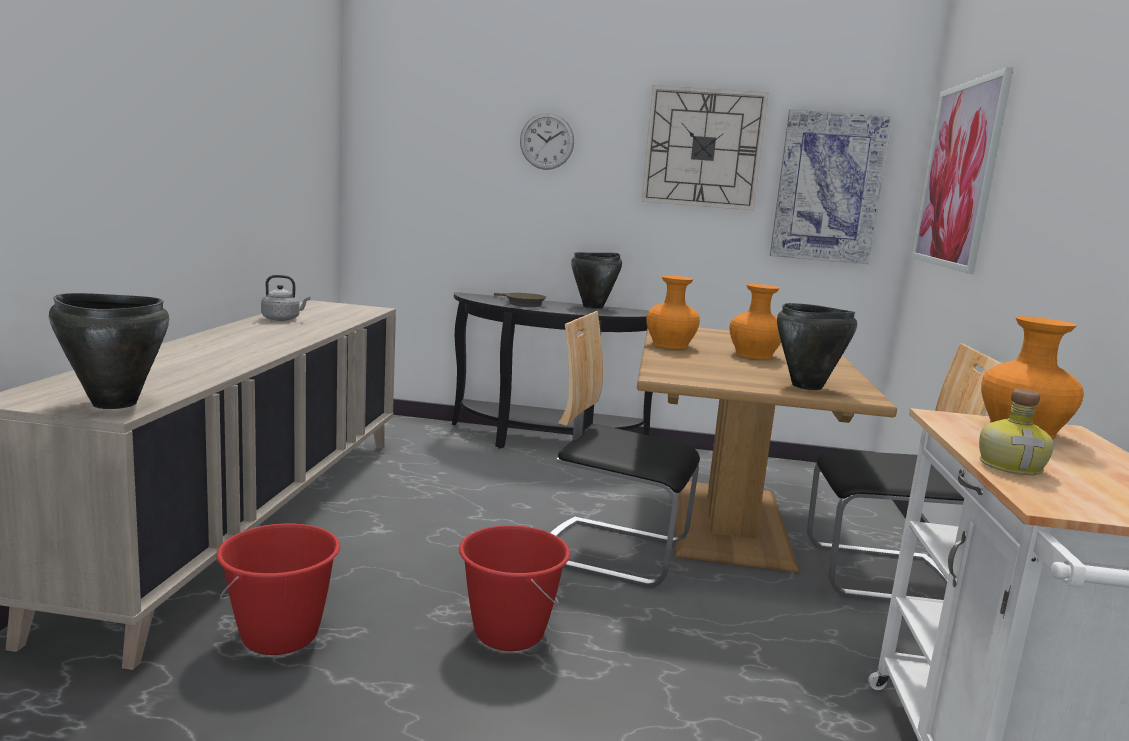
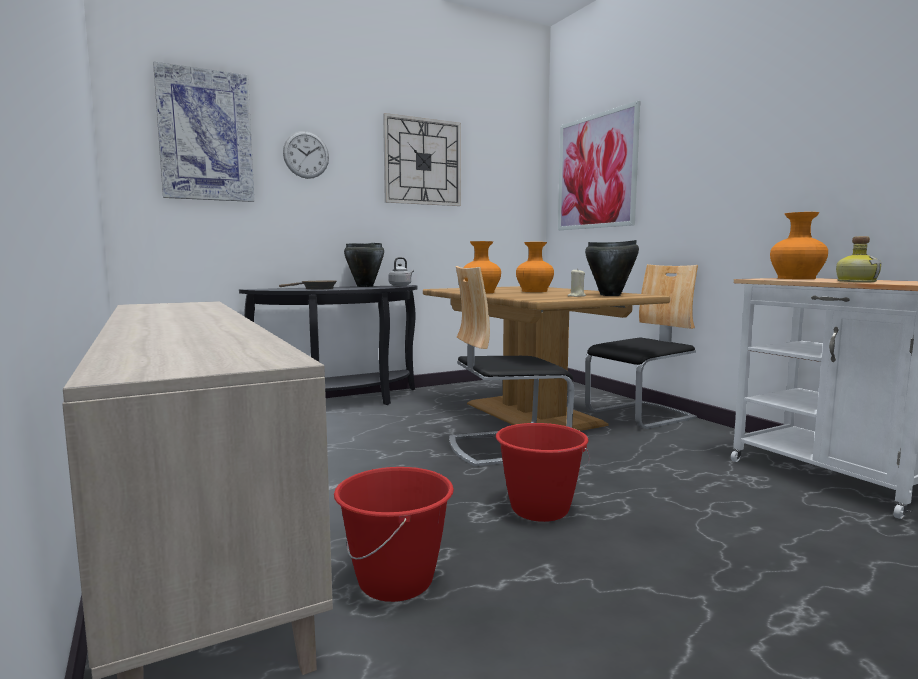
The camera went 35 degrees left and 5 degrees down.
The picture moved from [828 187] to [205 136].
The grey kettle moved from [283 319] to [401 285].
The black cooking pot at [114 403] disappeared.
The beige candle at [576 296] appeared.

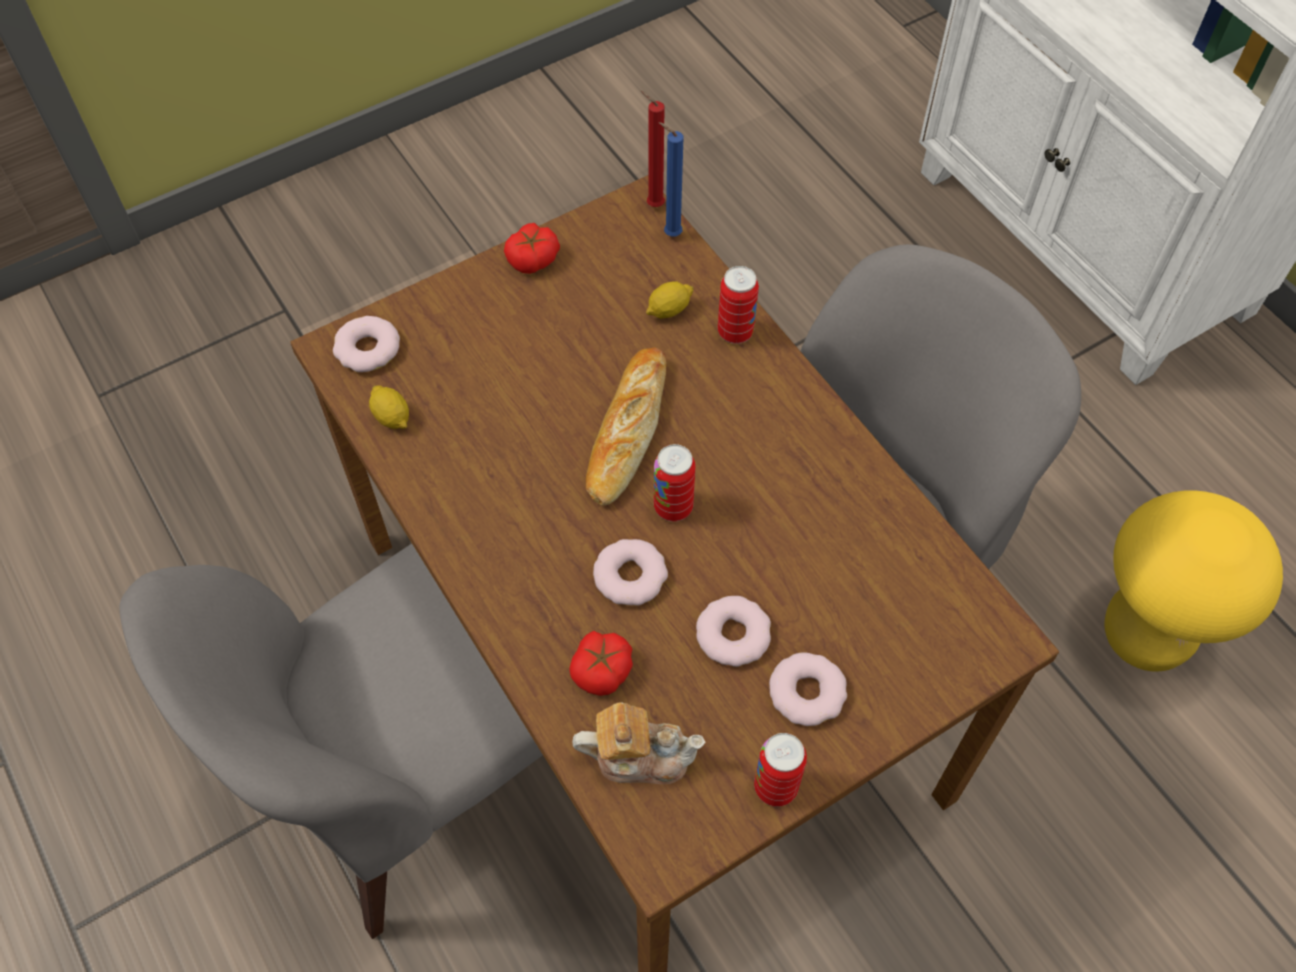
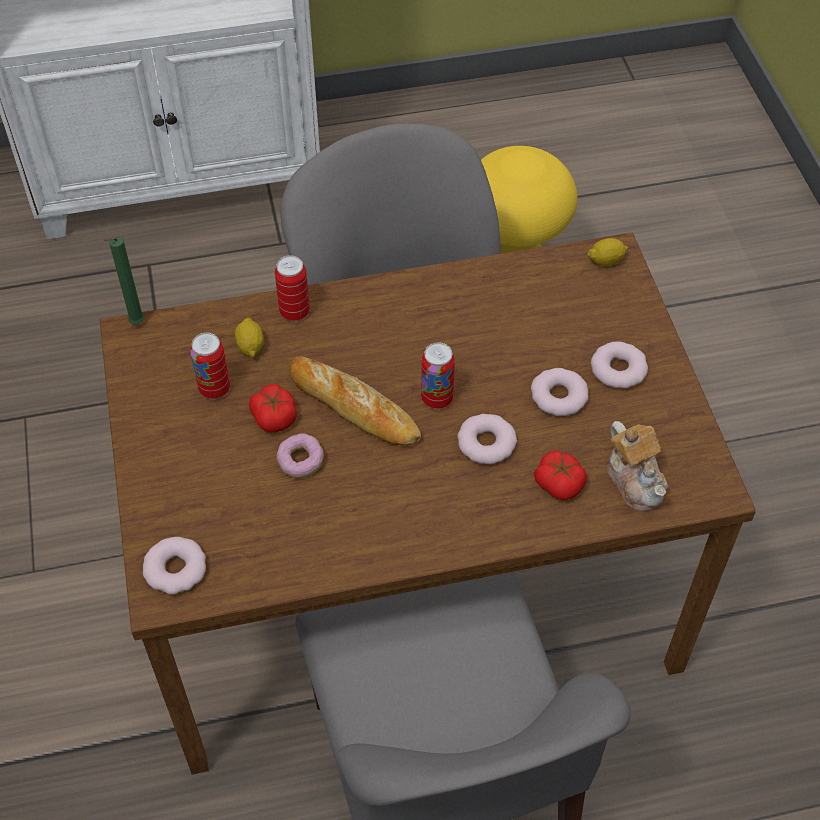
The camera went 70 degrees left and 5 degrees down.
The red candle at [652 205] became the green candle at [135 324].
The blue candle at [670 234] disappeared.
The tomato moved from [533 259] to [274 416].
The lemon moved from [392 417] to [606 261].
The teapot at [639 755] turned 135 degrees clockwise.
The can moved from [775 787] to [214 389].
The donut at [300 462] appeared.

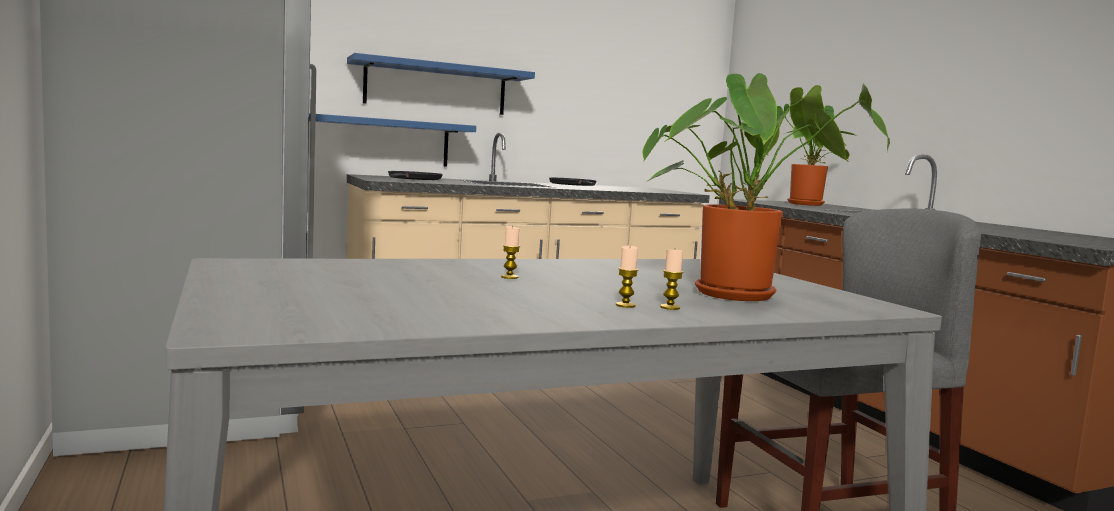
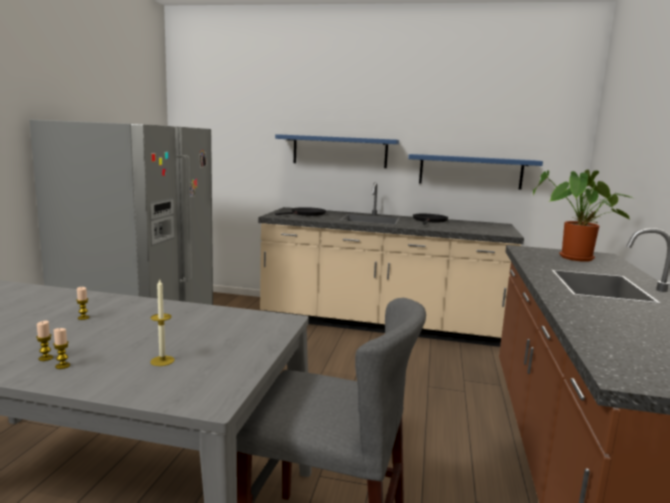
The camera went 35 degrees right and 5 degrees up.
The potted plant at [740 294] was replaced by the candle at [162 361].
The blue shelf moved from [376 141] to [470 171].

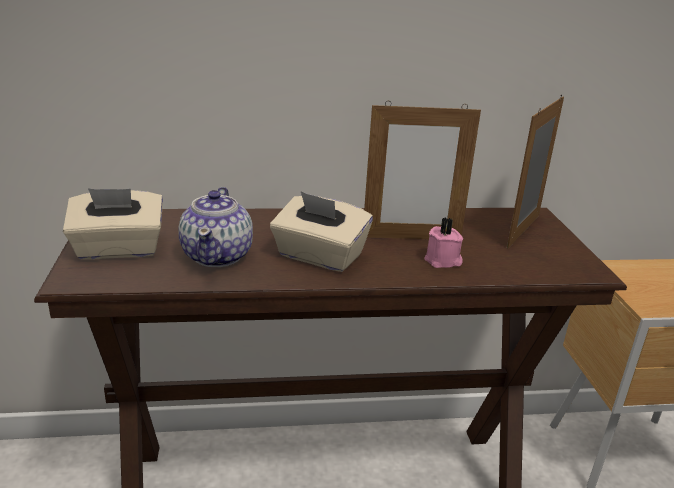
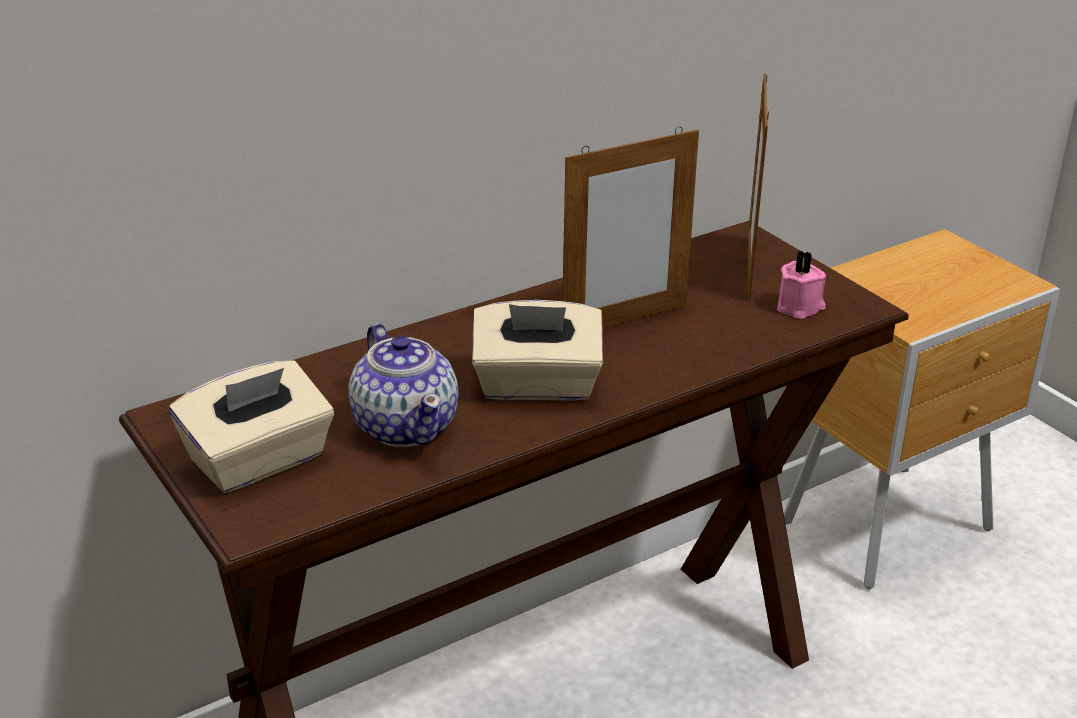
The camera went 25 degrees left and 5 degrees up.
The pink candle moved from [443 261] to [801 307].

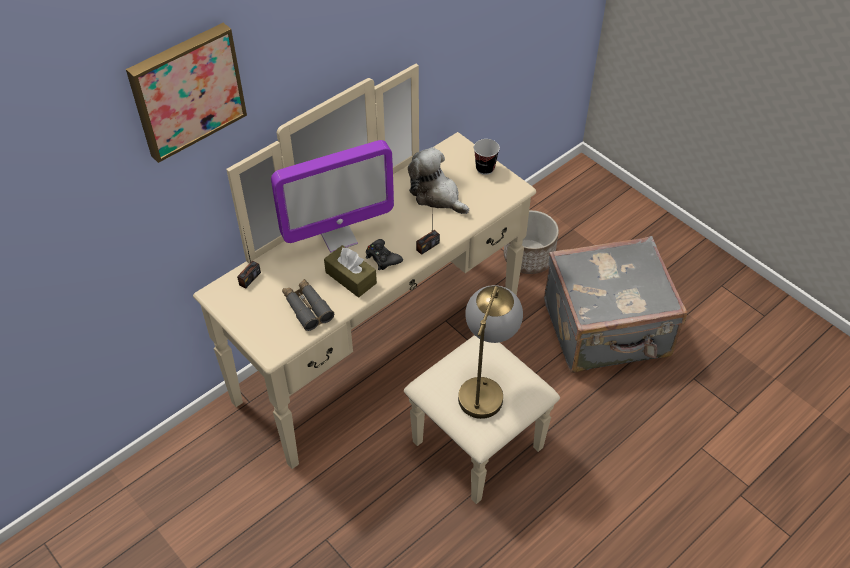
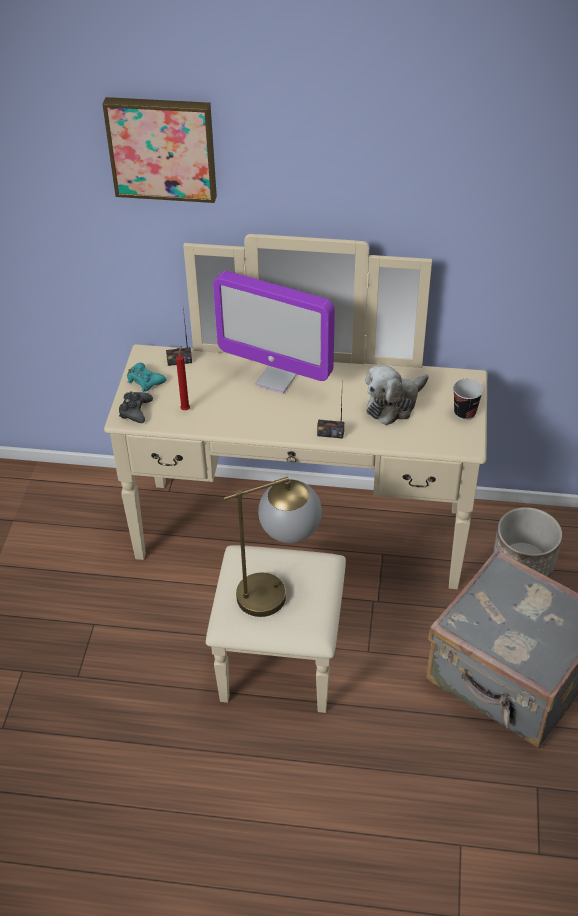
The camera went 50 degrees right and 5 degrees down.
The plush toy at [437 195] turned 135 degrees counterclockwise.
The black game controller moved from [382 258] to [135 411].
The brown tissue box at [351 277] disappeared.
The grey binoculars at [307 308] was replaced by the red candle at [186 409].
The turquoise game controller at [145 381] appeared.

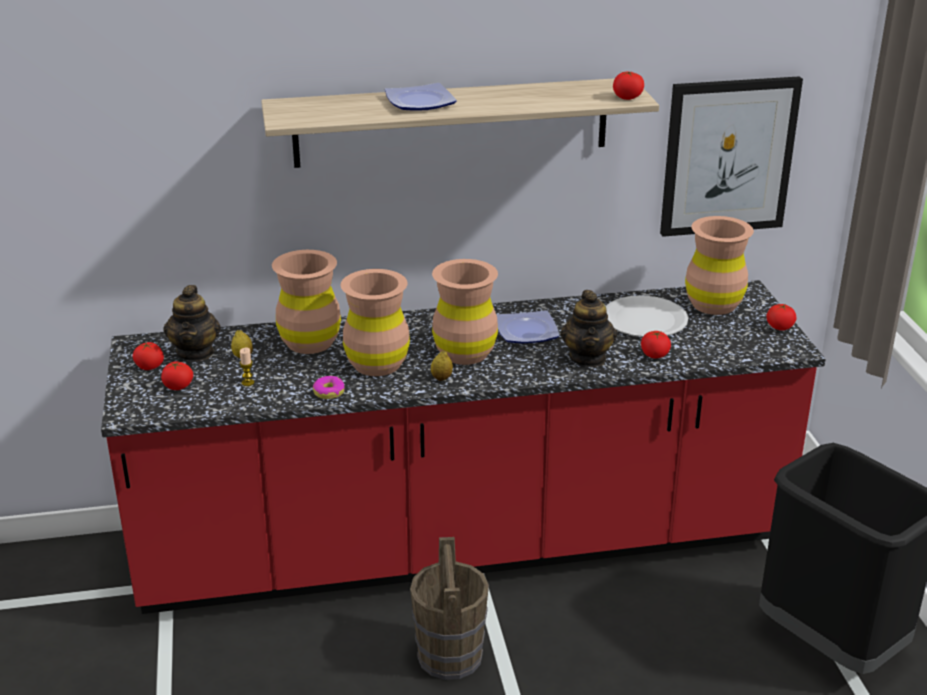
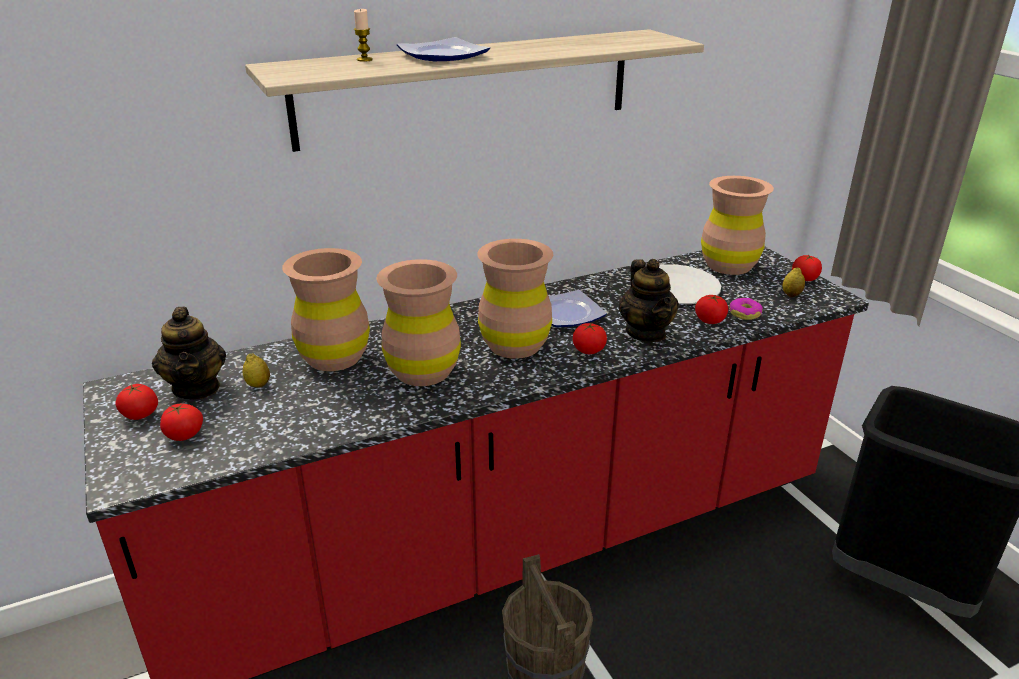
The camera went 15 degrees left and 0 degrees up.
The tomato moved from [627 98] to [589 350].
The picture at [728 156] disappeared.
The candle moved from [248 382] to [364 60].
The lemon moved from [441 378] to [791 295].
The donut moved from [329 392] to [744 313].

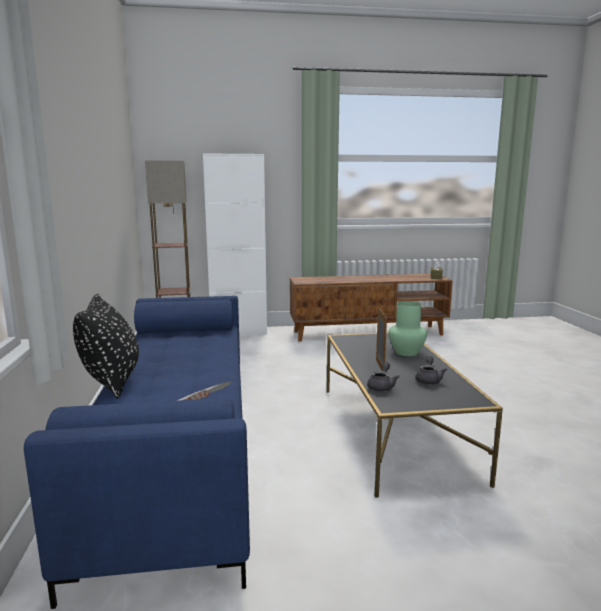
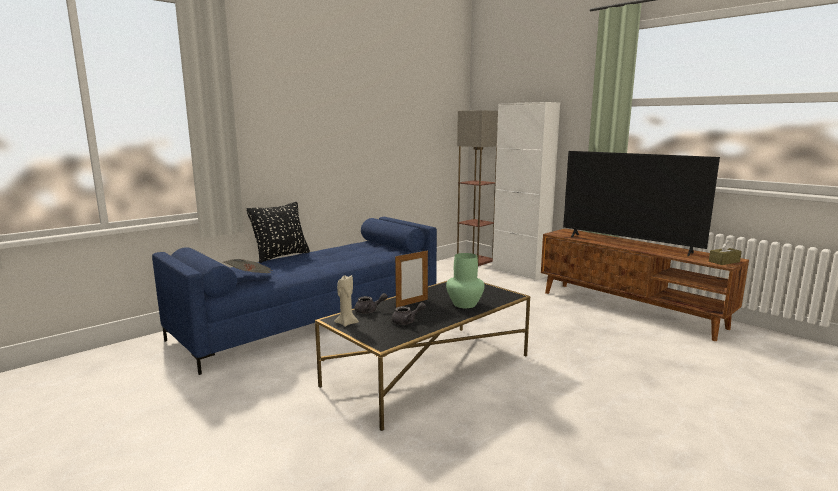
The camera went 55 degrees right and 0 degrees up.
The television at [628 244] appeared.
The beige candle at [346 323] appeared.

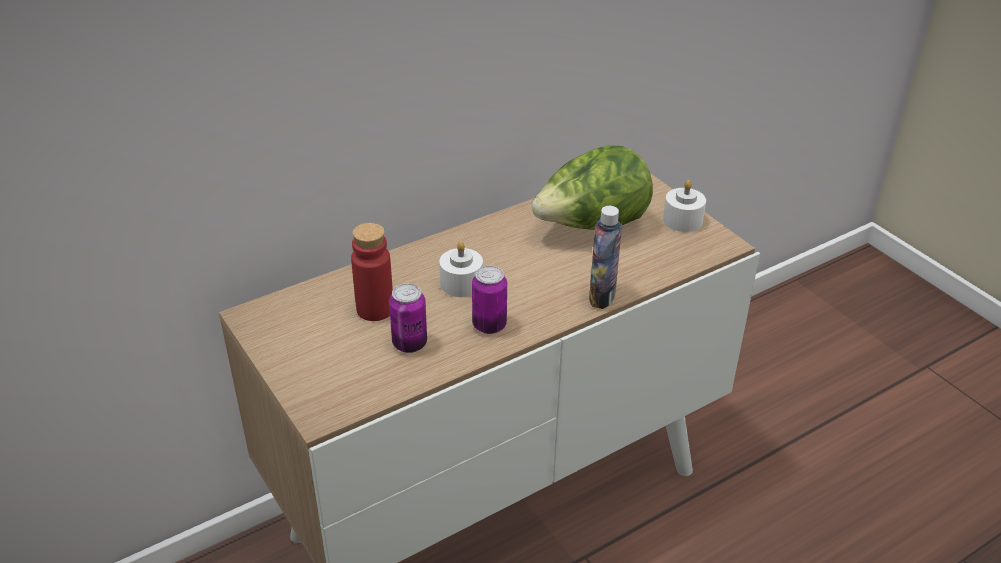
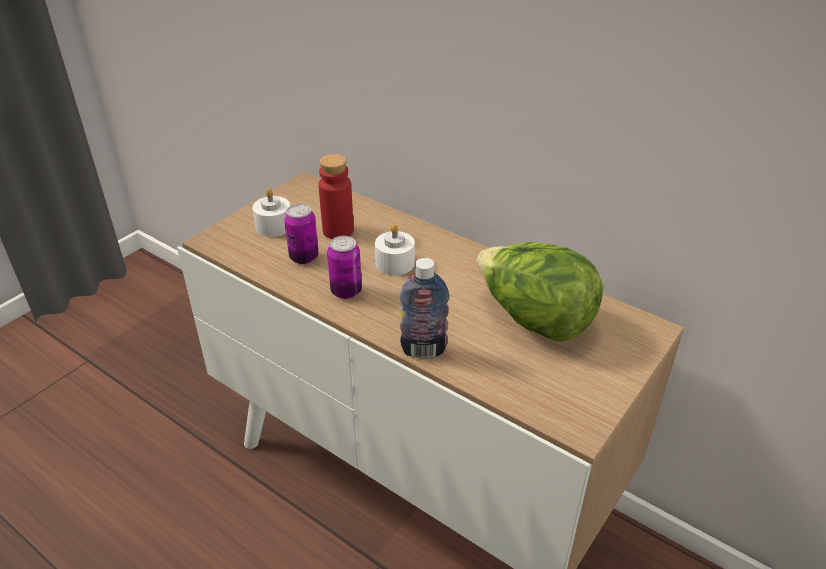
The camera went 70 degrees right and 0 degrees up.
The white candle moved from [682 220] to [274 226].

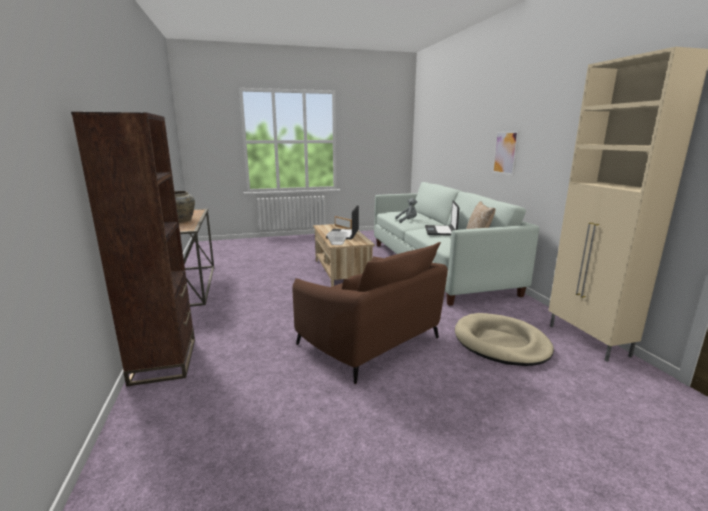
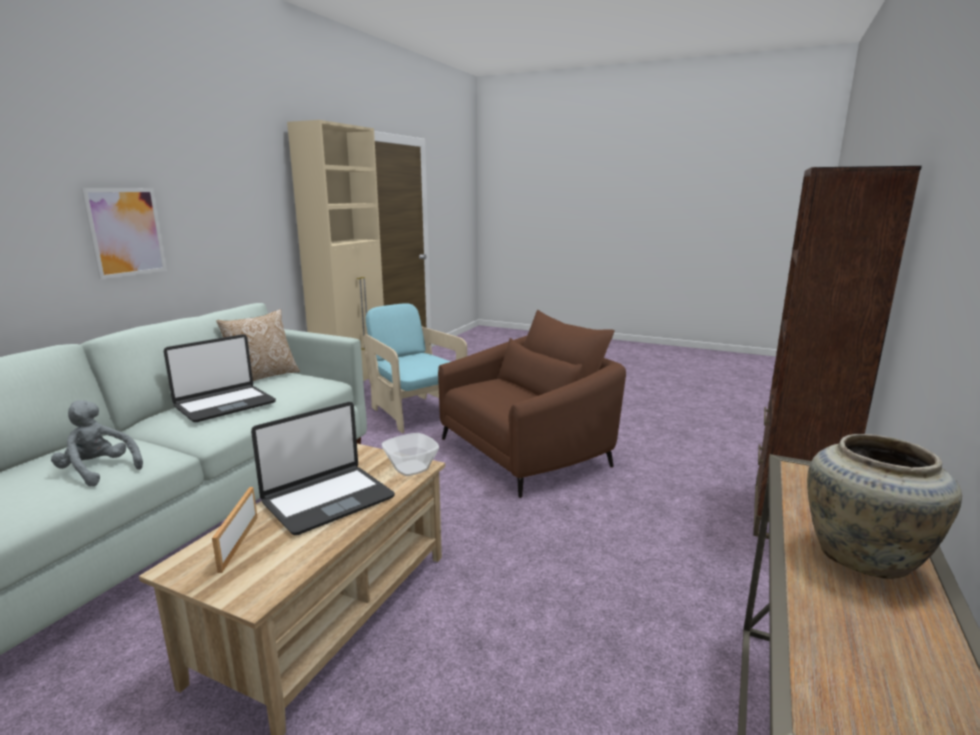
The camera went 140 degrees left and 0 degrees up.
The brown armchair at [369 342] turned 60 degrees clockwise.
The beige dog bed at [501 343] was replaced by the turquoise armchair at [415 413].

